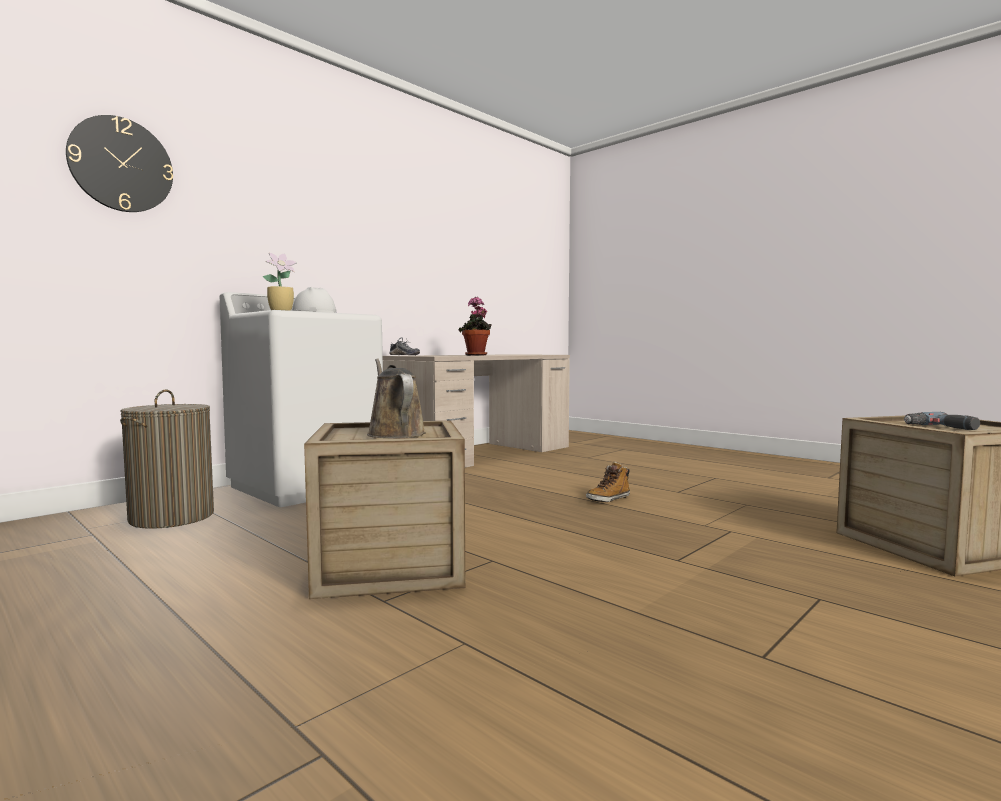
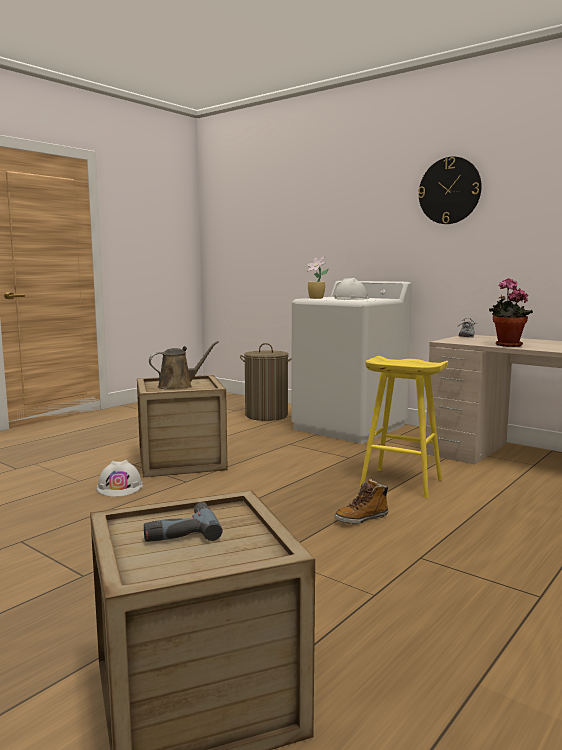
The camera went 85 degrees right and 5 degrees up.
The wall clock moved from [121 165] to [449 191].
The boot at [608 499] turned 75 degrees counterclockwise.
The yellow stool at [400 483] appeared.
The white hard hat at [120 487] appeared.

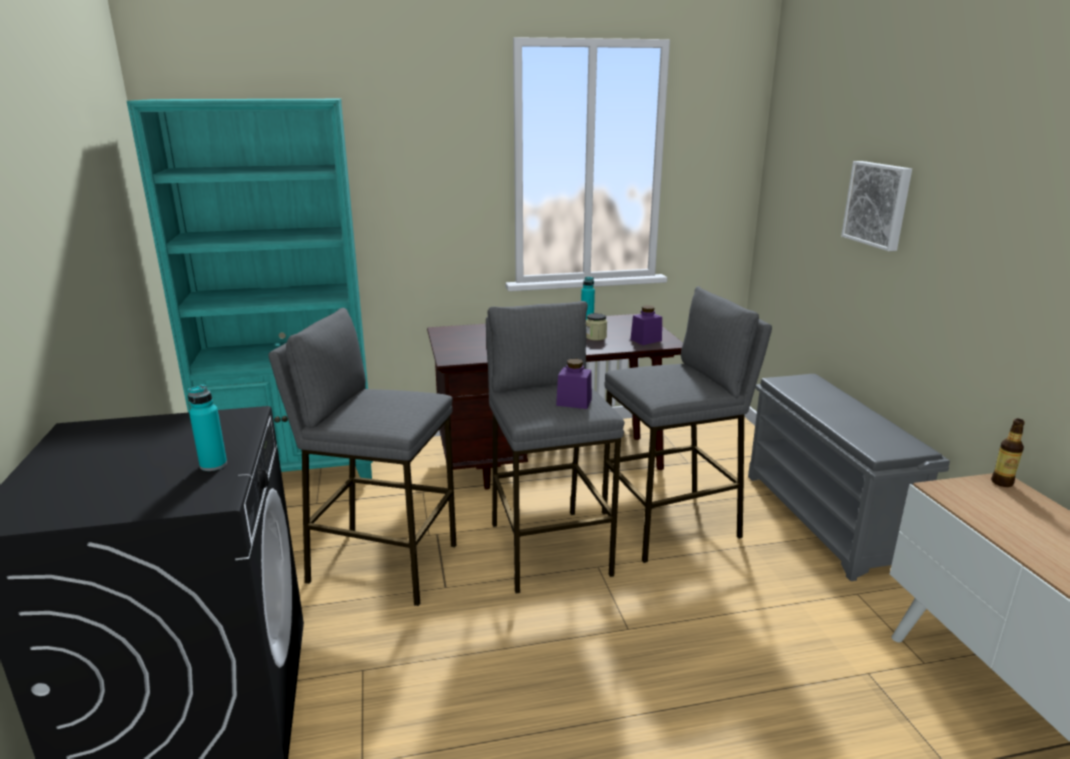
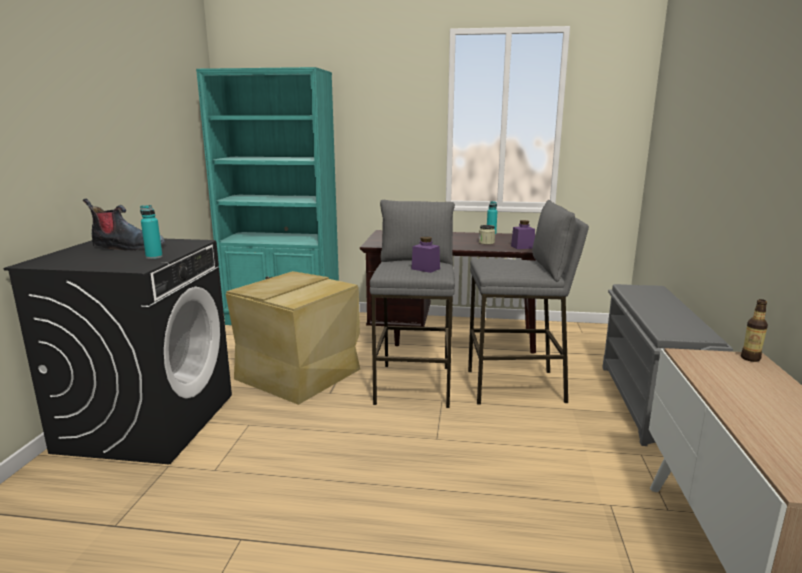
The camera went 20 degrees right and 5 degrees down.
The picture at [878 204] disappeared.
The grey stool at [382 563] was replaced by the beige storage box at [300 374].
The boot at [127 247] appeared.

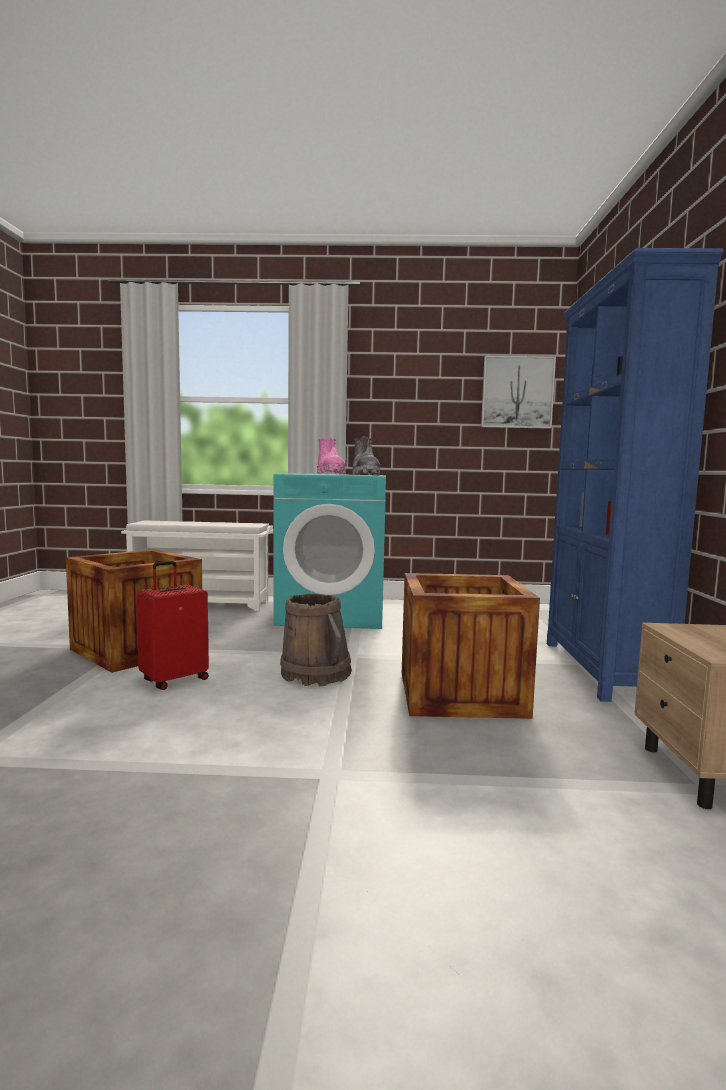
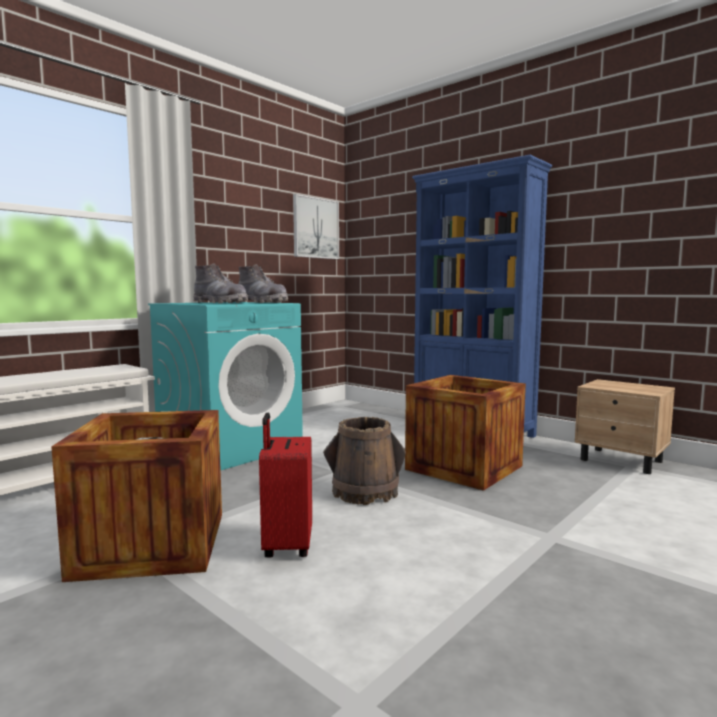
The camera went 50 degrees left and 0 degrees up.
The pink boot at [329 474] became the grey boot at [220 303].

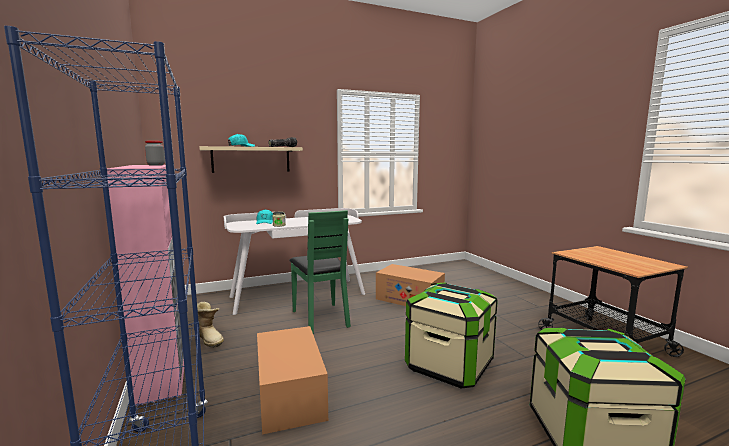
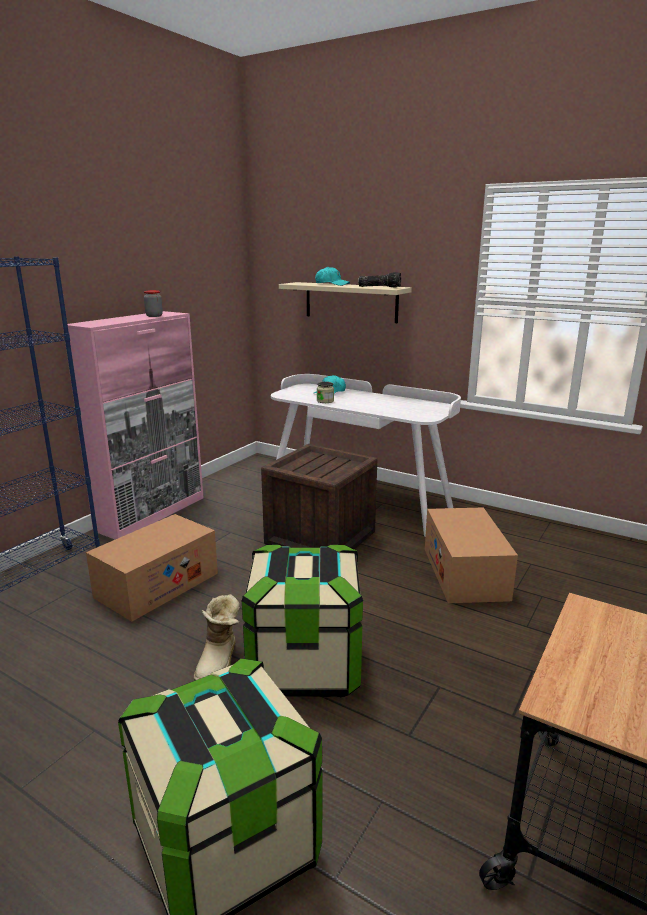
The camera went 55 degrees right and 10 degrees up.
The green chair at [321 318] was replaced by the crate at [320 538].
The boot moved from [210 338] to [220 661].

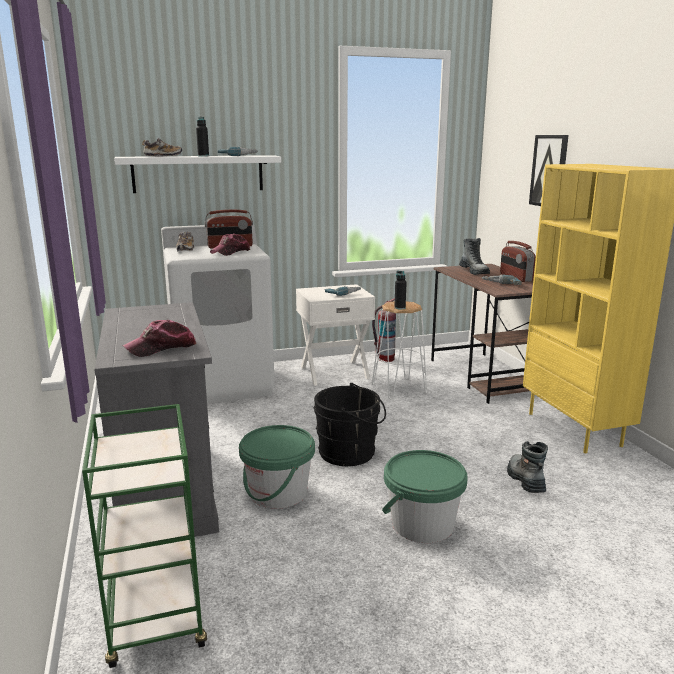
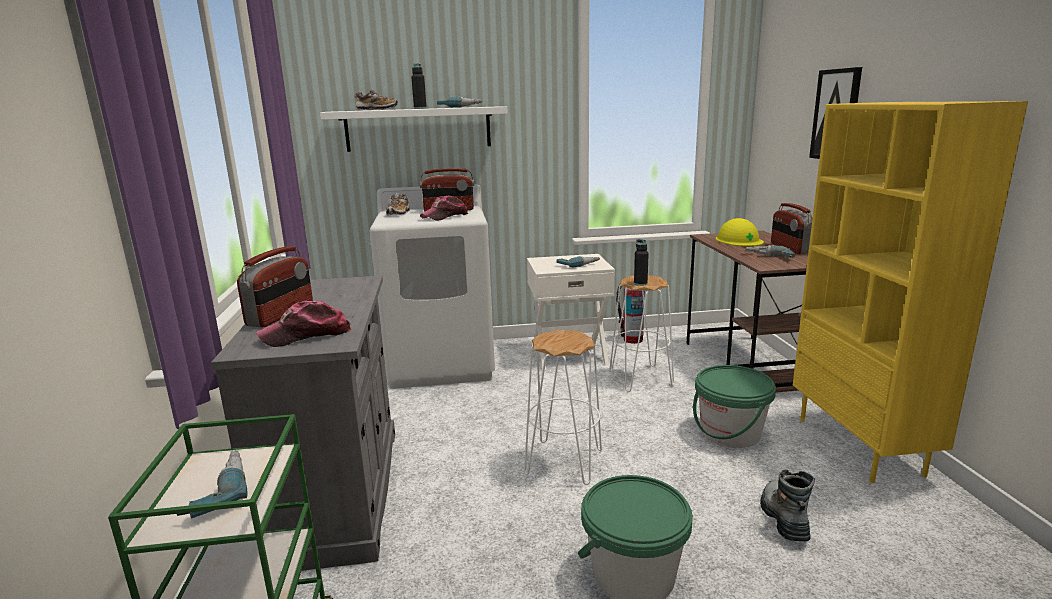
The camera went 10 degrees right and 0 degrees up.
The boot at [474 271] was replaced by the yellow hard hat at [739 240].
The black bucket at [350 453] was replaced by the white stool at [564 461].
The green bucket moved from [278 493] to [730 433].
The radio at [281 314] appeared.
The power drill at [216 491] appeared.

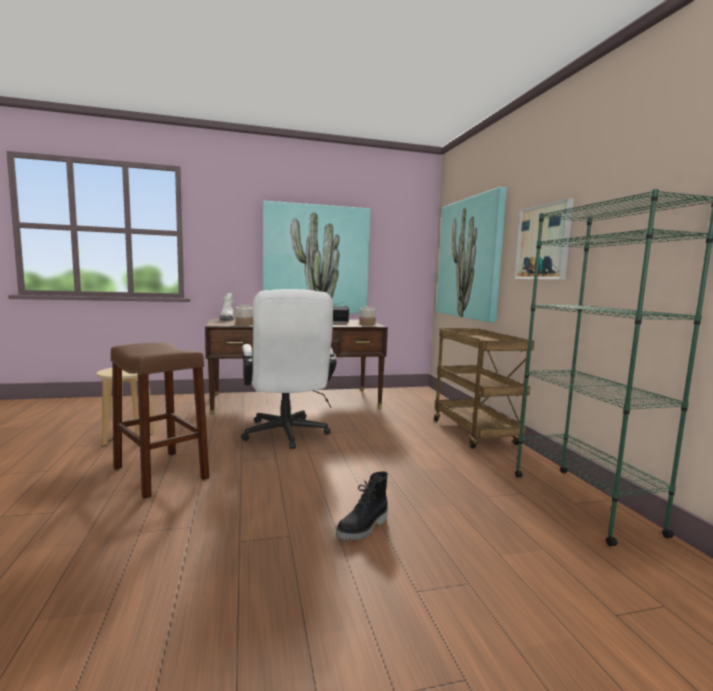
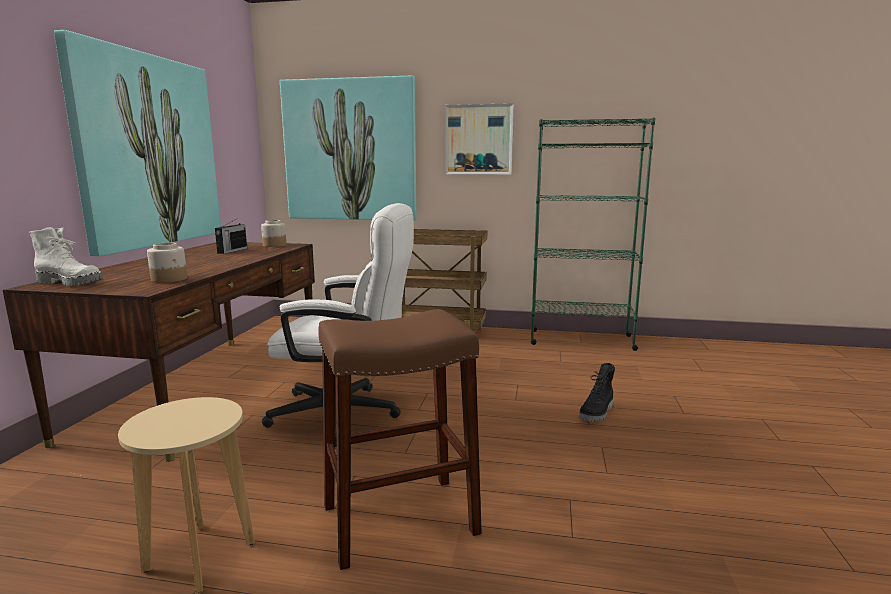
The camera went 65 degrees left and 5 degrees up.
The black boot at [363 528] turned 60 degrees clockwise.

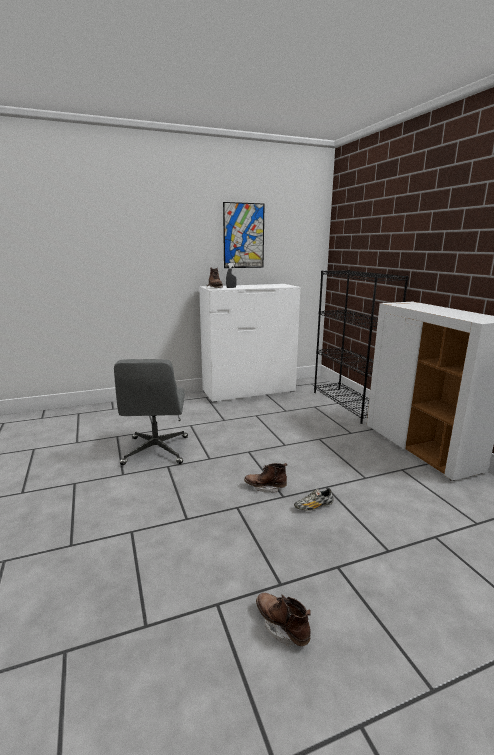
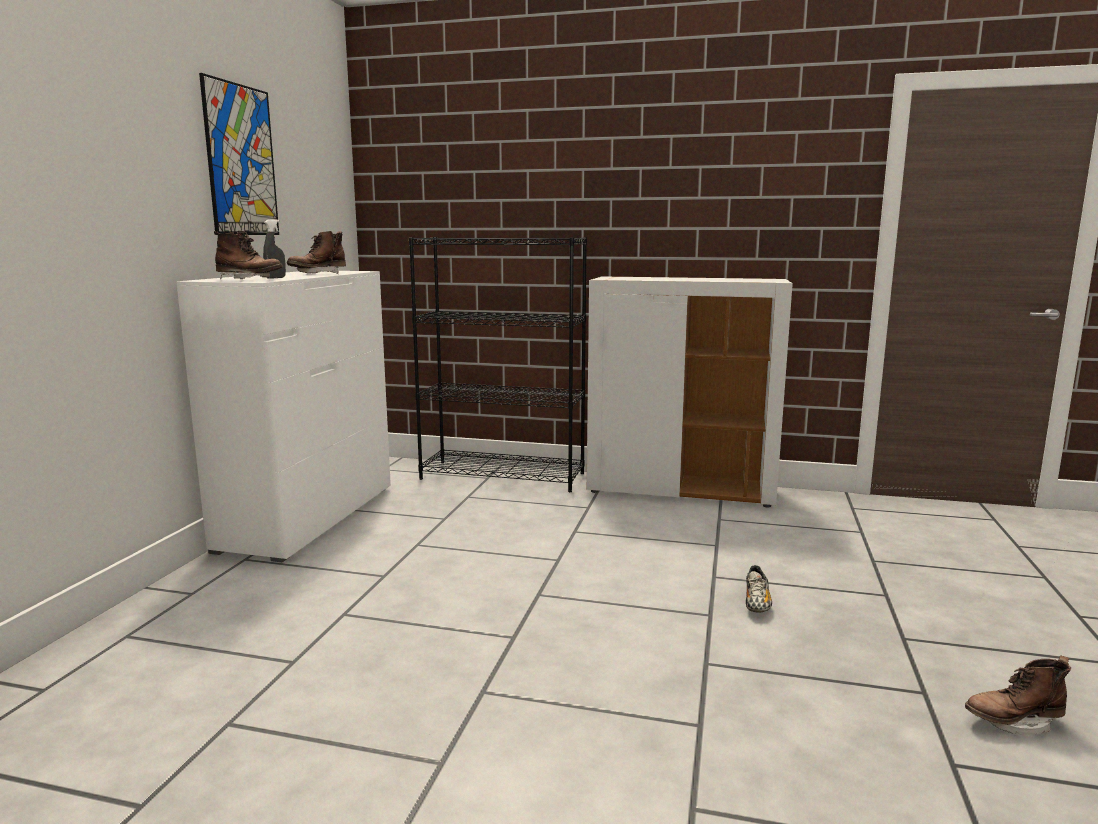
The camera went 55 degrees left and 5 degrees down.
The grey office chair at [156 451] disappeared.
The brown boot moved from [265 487] to [318 274].

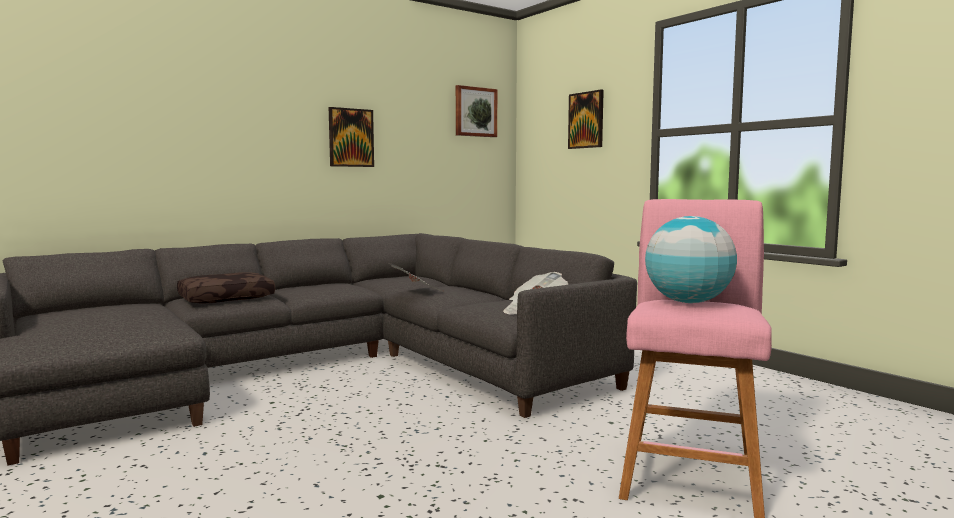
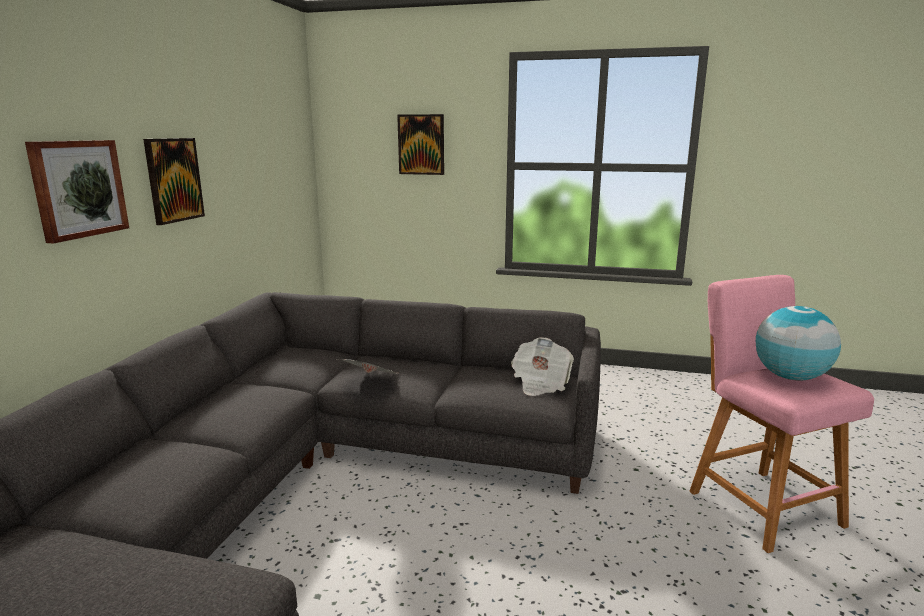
The camera went 40 degrees left and 10 degrees up.
The picture moved from [475 112] to [78 188].
The brown pillow at [227 298] disappeared.

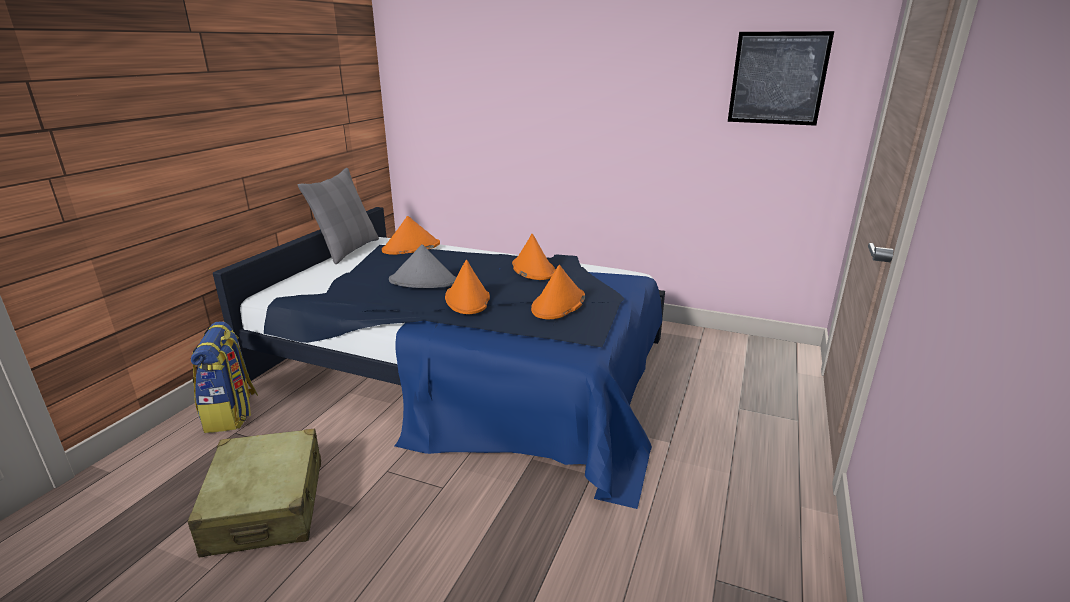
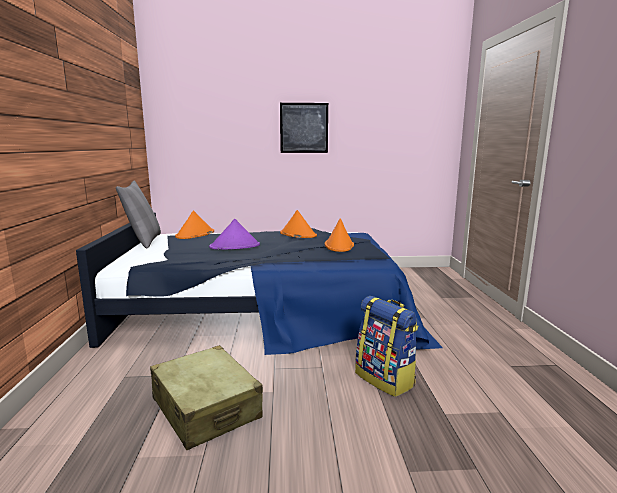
The camera went 25 degrees left and 10 degrees down.
The picture moved from [778 78] to [304 128].
The grey hat at [424 281] became the purple hat at [235 246].
The orange hat at [467 299] disappeared.
The backpack moved from [232 414] to [385 379].

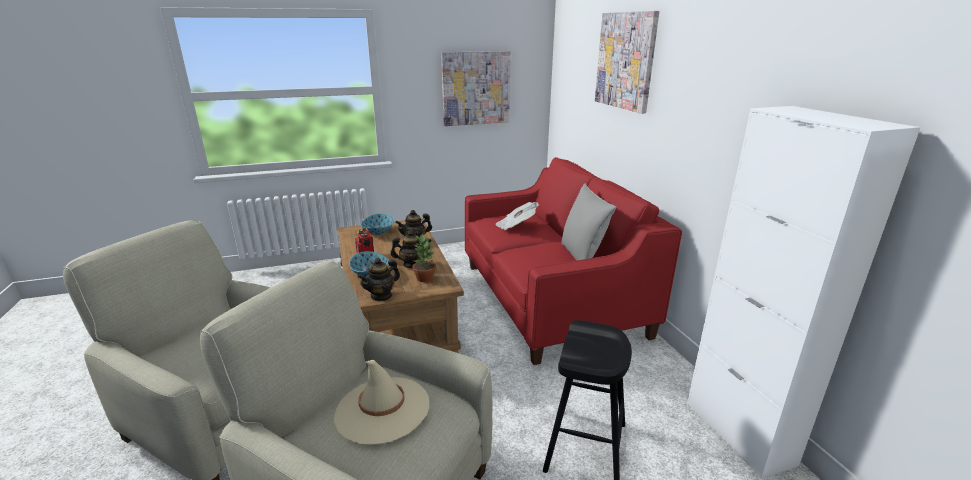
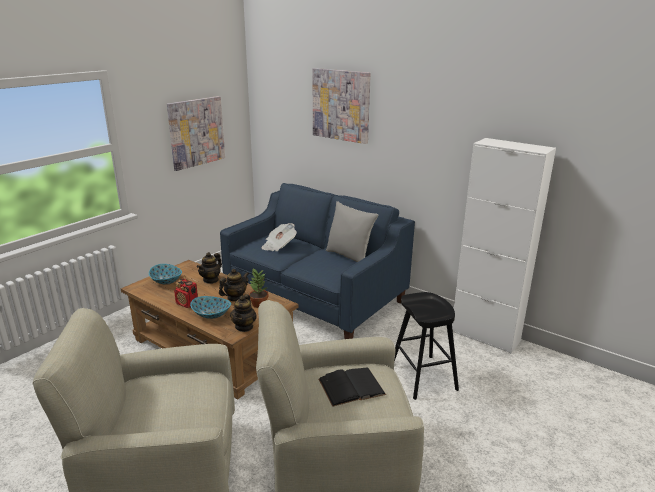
The camera went 35 degrees left and 0 degrees up.
The red sofa at [550 298] became the blue sofa at [315 297].
The beige hat at [382 409] was replaced by the black book at [351 386].

